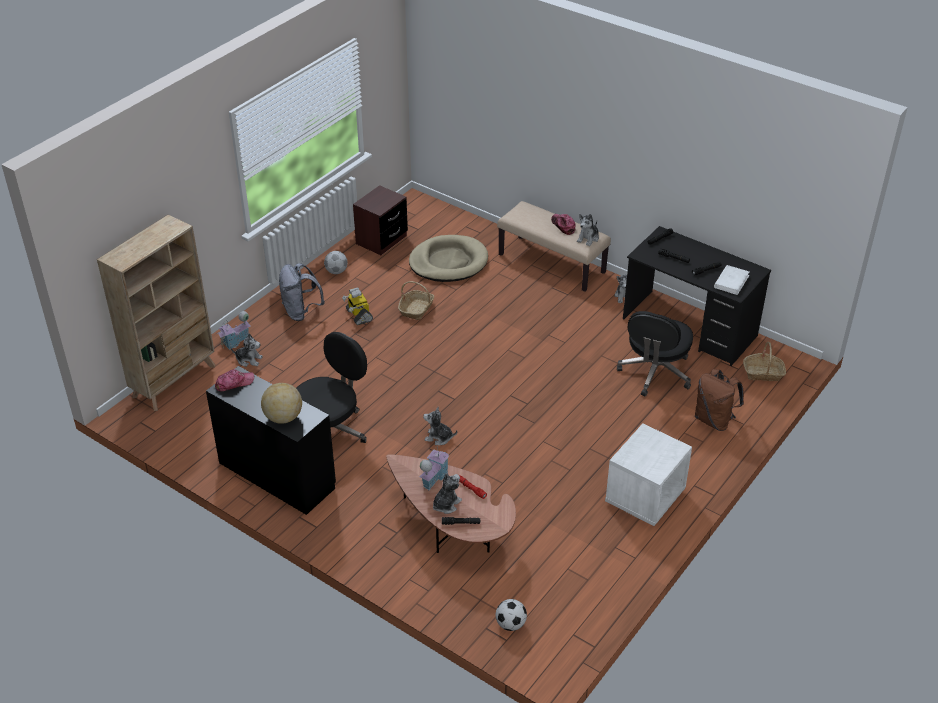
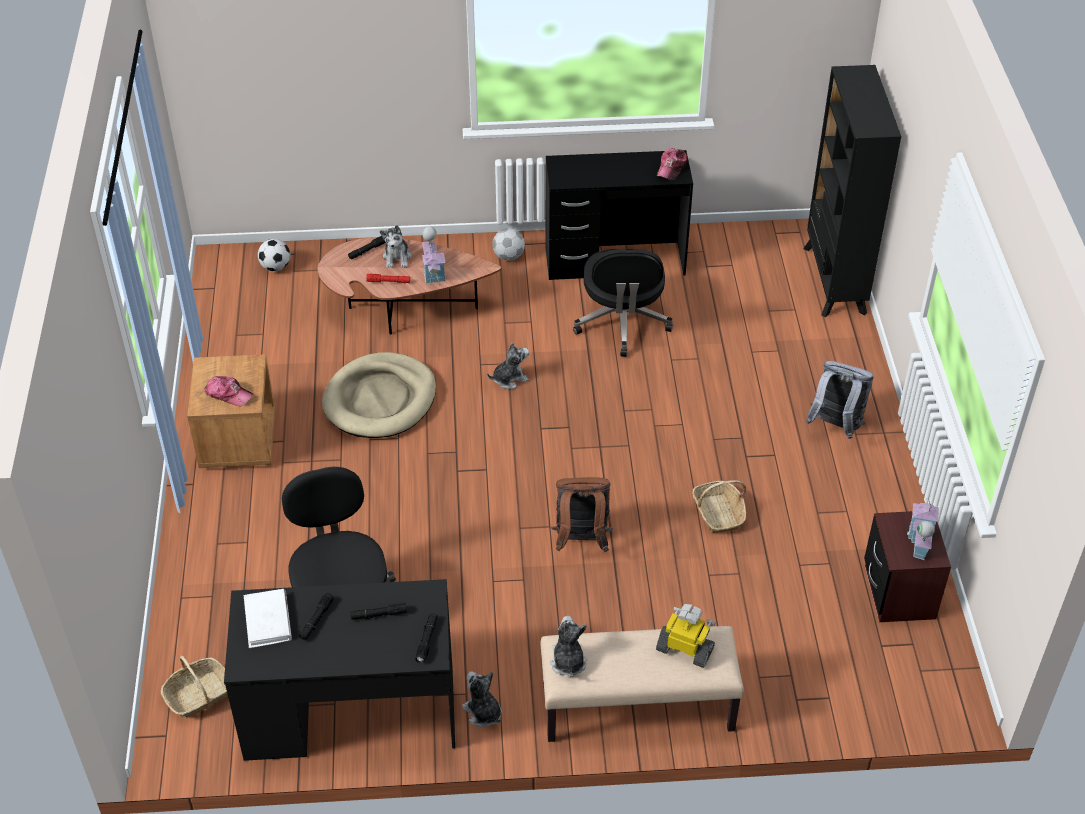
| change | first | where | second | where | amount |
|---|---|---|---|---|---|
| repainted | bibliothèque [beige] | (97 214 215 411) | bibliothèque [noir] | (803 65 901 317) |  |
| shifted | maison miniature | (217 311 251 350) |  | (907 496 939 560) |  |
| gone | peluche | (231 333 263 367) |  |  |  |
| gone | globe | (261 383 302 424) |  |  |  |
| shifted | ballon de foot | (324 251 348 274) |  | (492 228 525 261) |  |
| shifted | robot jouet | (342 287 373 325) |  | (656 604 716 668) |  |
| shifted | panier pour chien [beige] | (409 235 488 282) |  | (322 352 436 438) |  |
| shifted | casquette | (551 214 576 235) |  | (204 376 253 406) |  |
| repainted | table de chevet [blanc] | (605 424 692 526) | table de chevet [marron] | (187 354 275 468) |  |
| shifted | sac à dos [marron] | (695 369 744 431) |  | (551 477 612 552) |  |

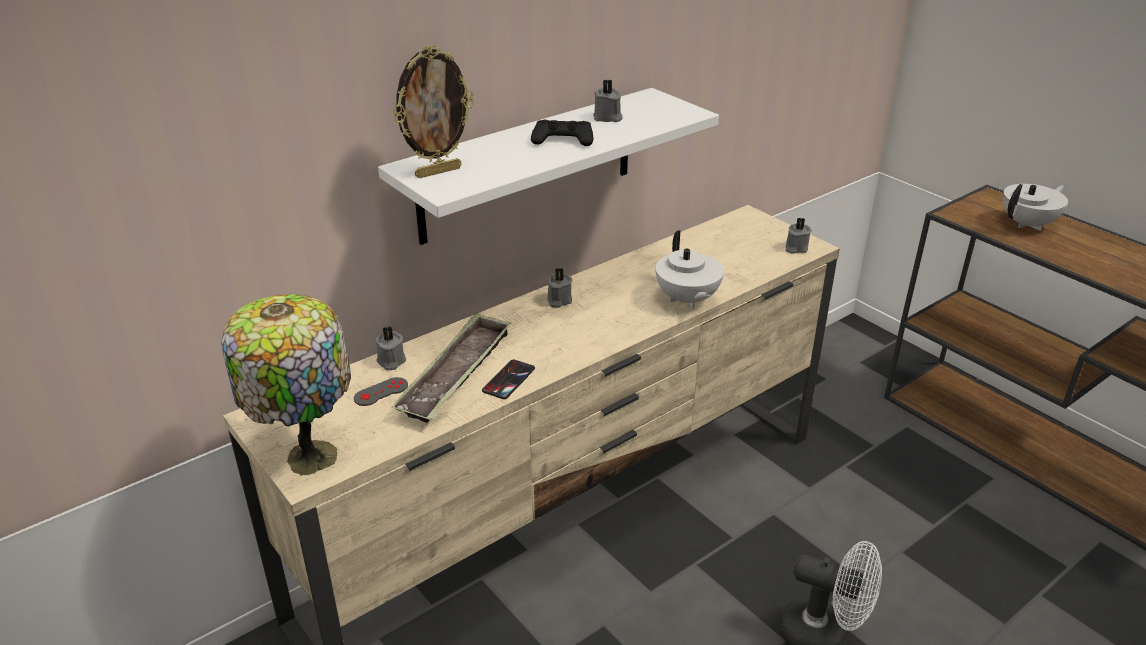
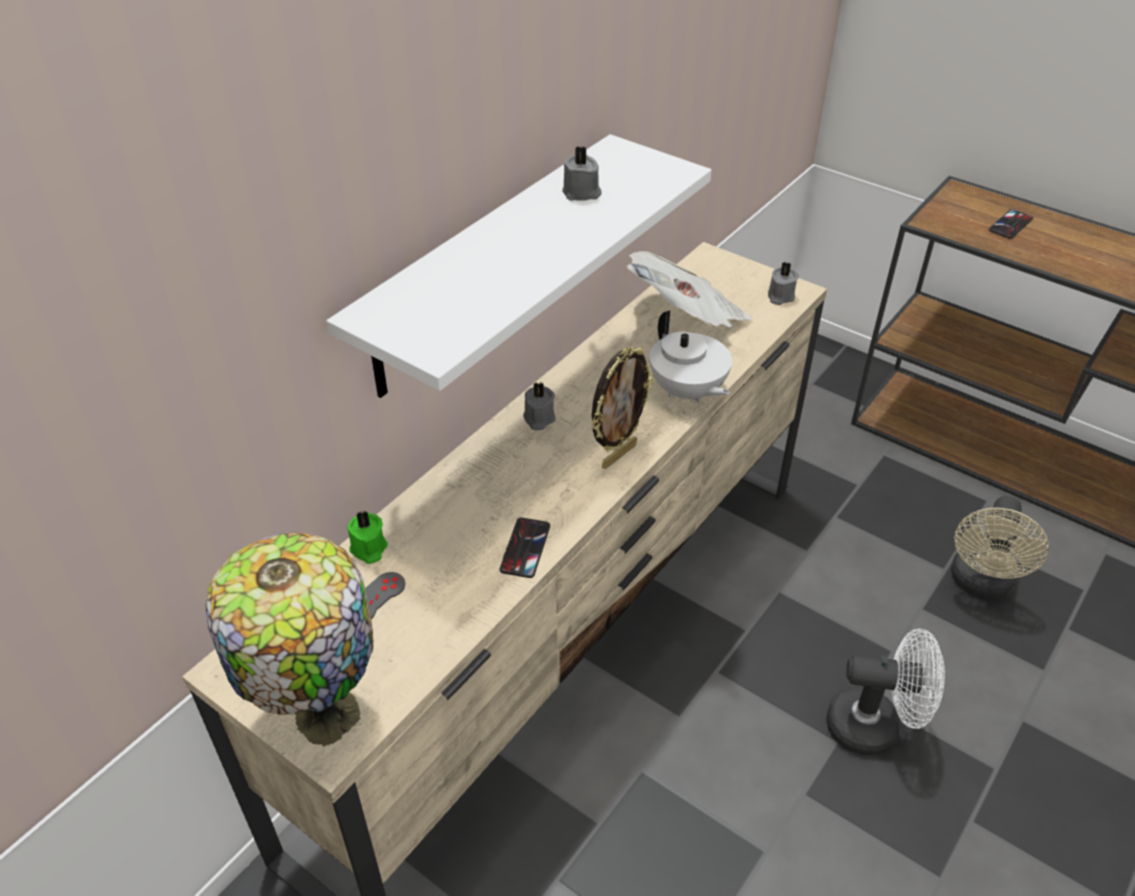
| change | first | where | second | where | amount |
|---|---|---|---|---|---|
| repainted | bougie [gris] | (376 327 406 370) | bougie [vert] | (347 510 388 564) |  |
| gone | plateau | (391 313 511 423) |  |  |  |
| shifted | cadre photo | (393 45 474 178) |  | (591 347 654 469) |  |
| gone | manette [noir] | (531 120 593 146) |  |  |  |
| swapped | théière [blanc] | (1003 184 1068 231) | téléphone | (989 209 1033 239) |  |
| new |  |  | journal | (626 251 753 327) |  |
| new |  |  | ventilateur [beige] | (951 496 1049 599) |  |

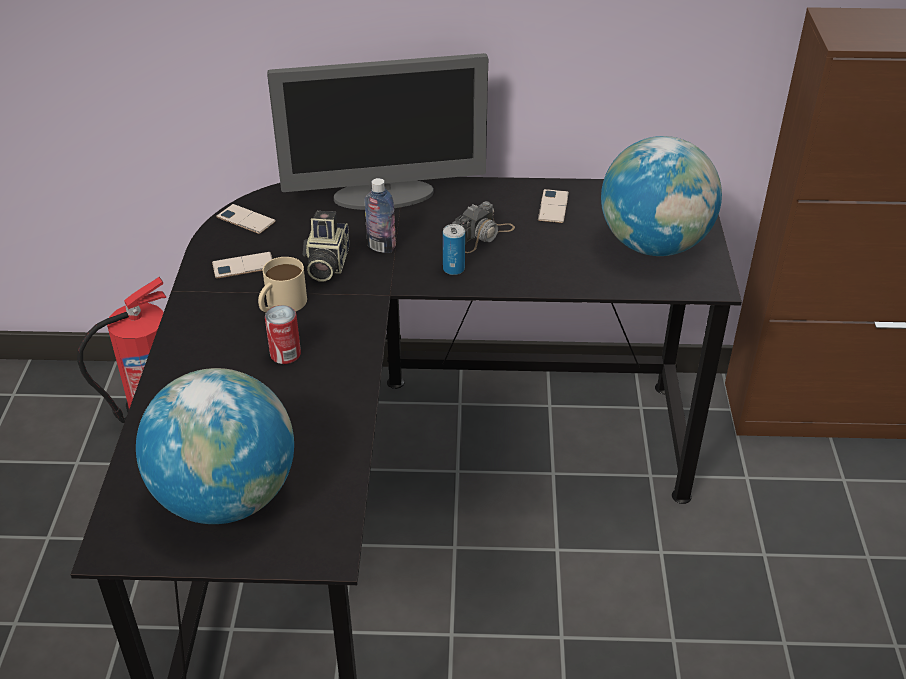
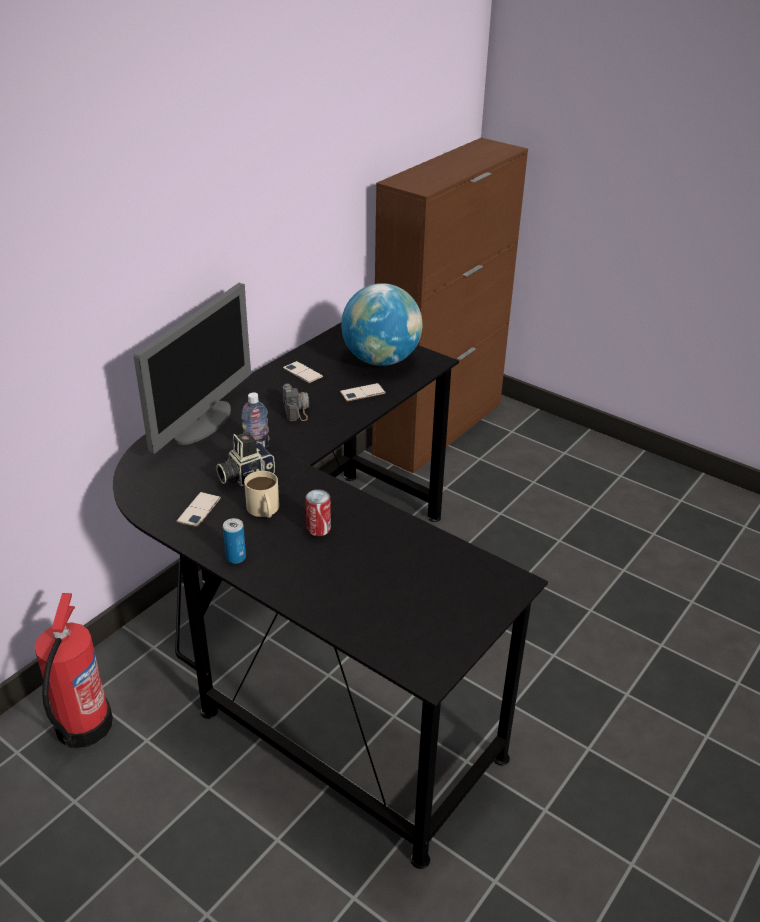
| change | first | where | second | where | amount |
|---|---|---|---|---|---|
| gone | globe | (136 368 294 524) |  |  |  |
| shifted | téléphone | (216 204 276 234) |  | (340 383 386 401) |  |
| rotated | appareil photo | (303 211 349 281) |  | (216 432 275 486) | 105 degrees clockwise |
| shifted | boîte métallique | (443 224 465 275) |  | (223 518 246 564) |  |

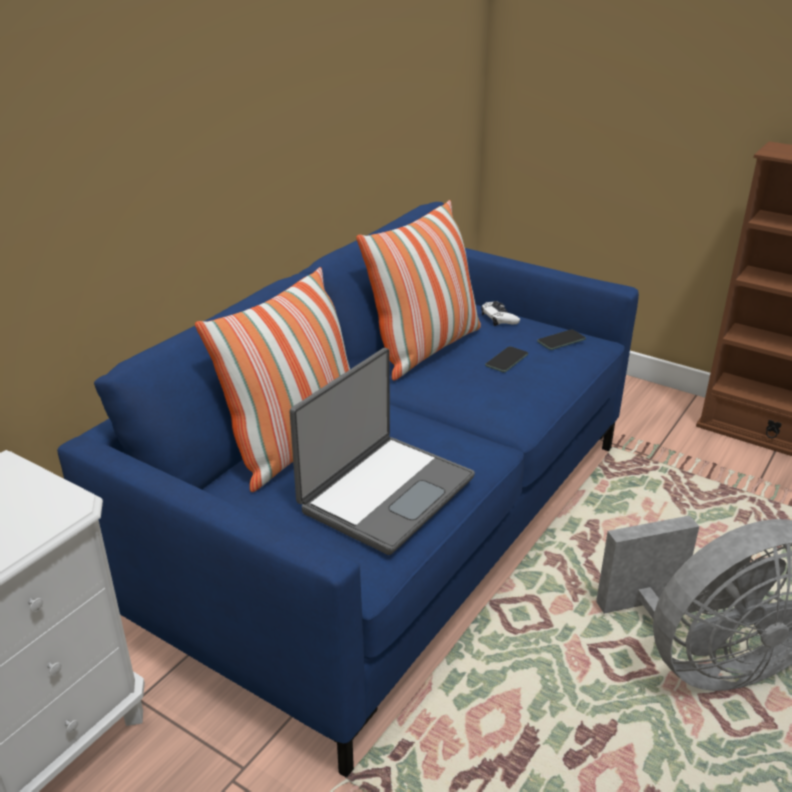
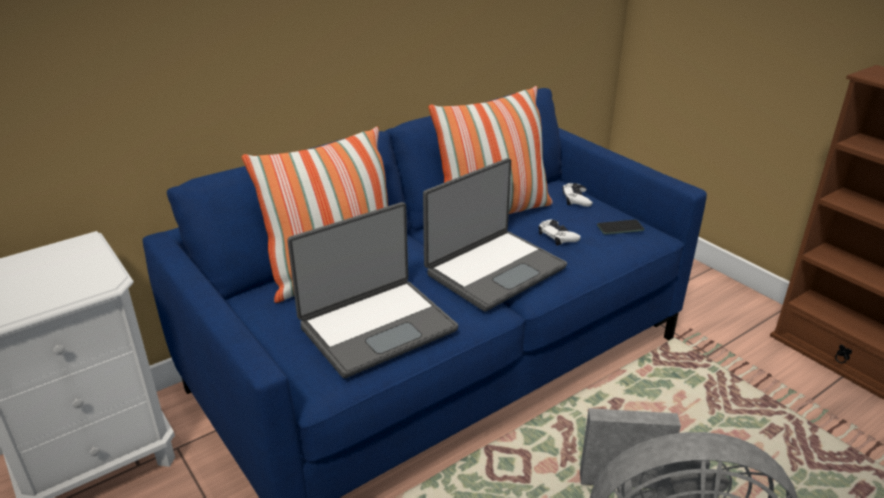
| change | first | where | second | where | amount |
|---|---|---|---|---|---|
| swapped | téléphone | (485 346 528 372) | manette [blanc] | (539 220 581 246) |  |
| new |  |  | ordinateur portable | (423 158 567 312) |  |

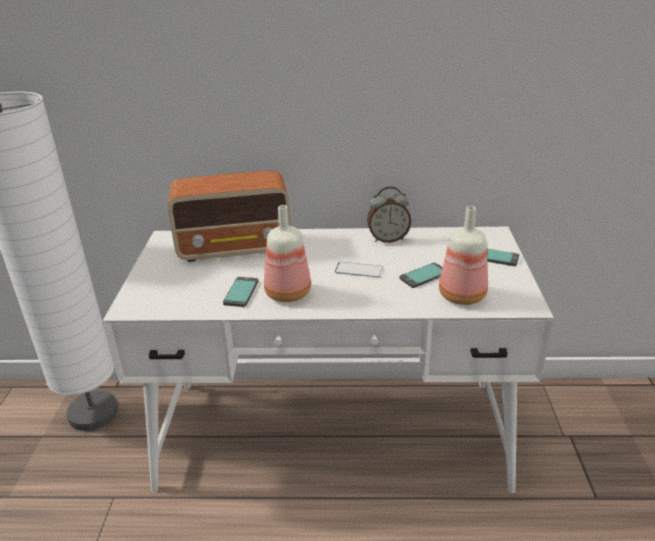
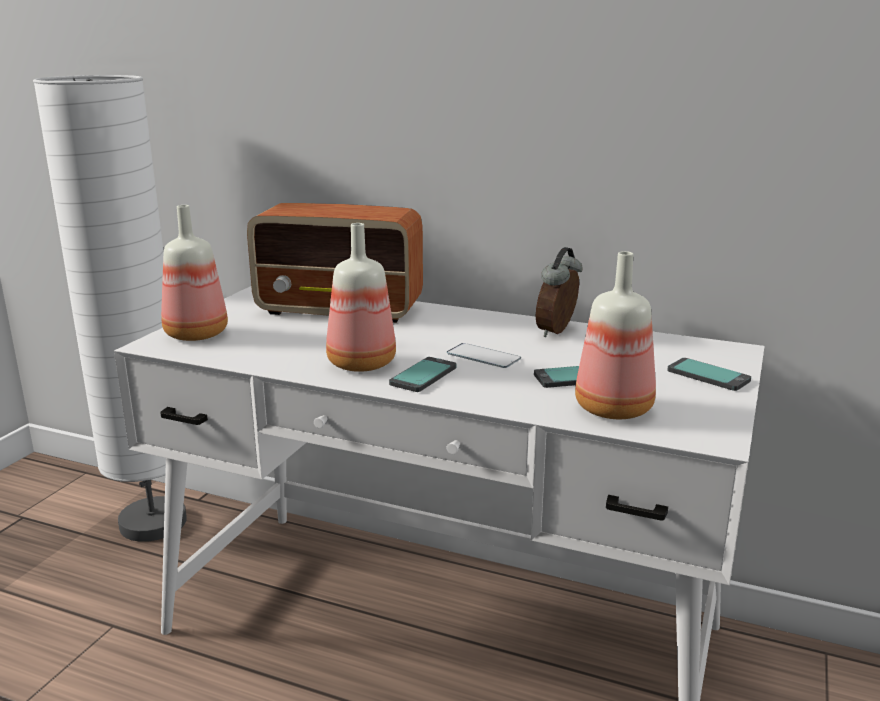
| change | first | where | second | where | amount |
|---|---|---|---|---|---|
| shifted | téléphone | (223 277 259 307) |  | (389 357 457 392) |  |
| rotated | réveil | (367 186 412 243) |  | (536 247 582 337) | 105 degrees clockwise |
| new |  |  | bouteille | (161 205 228 341) |  |

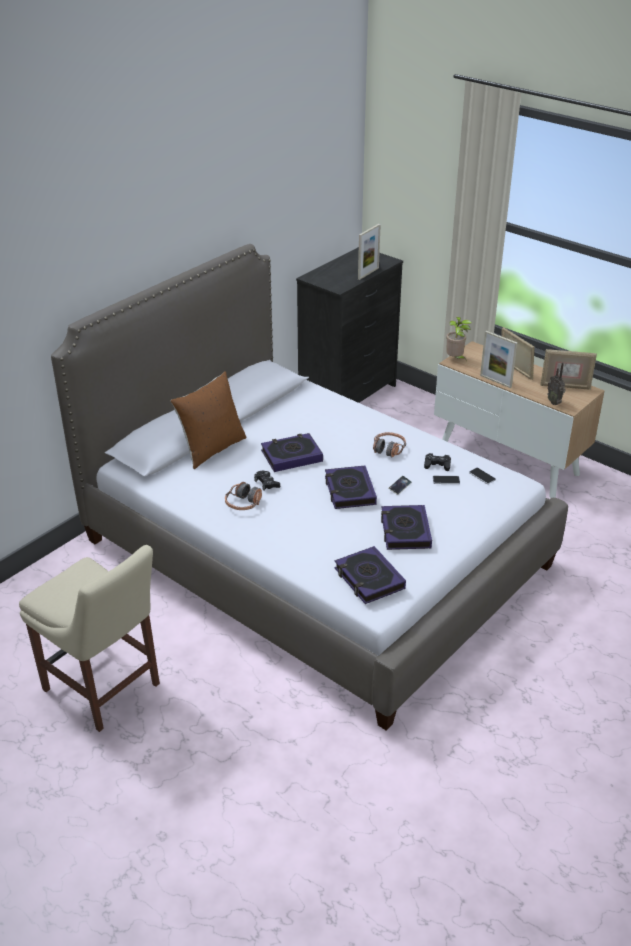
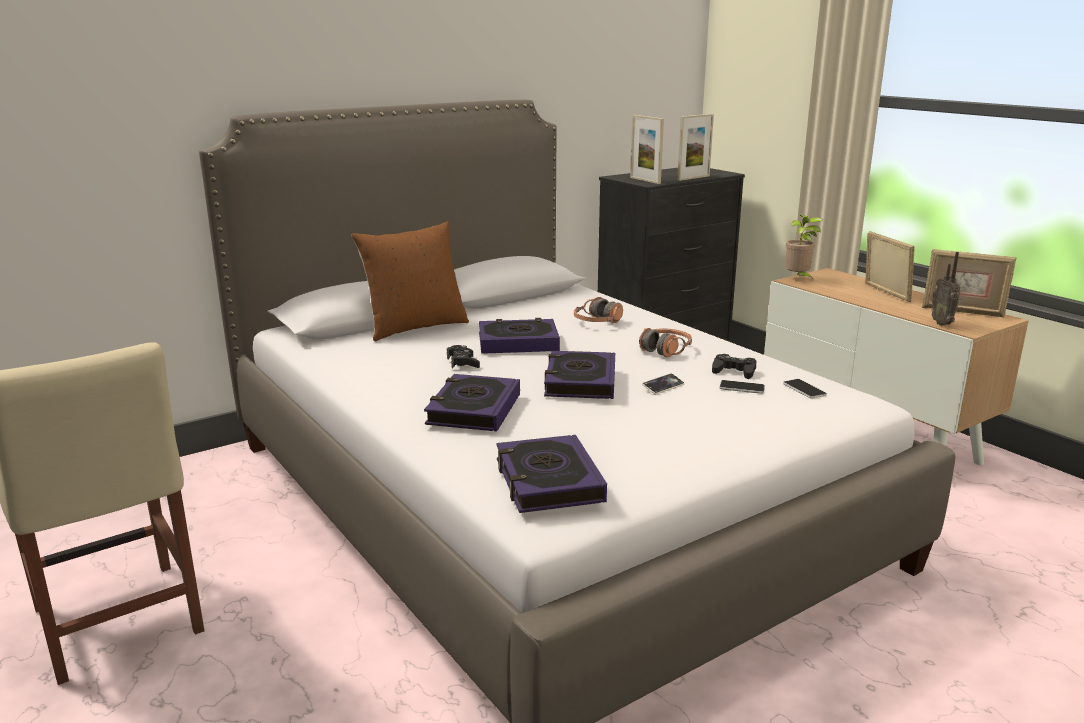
| change | first | where | second | where | amount |
|---|---|---|---|---|---|
| shifted | casque audio | (225 482 262 510) |  | (574 297 623 323) |  |
| shifted | livre | (381 505 432 550) |  | (424 374 520 431) |  |
| shifted | cadre photo | (480 331 517 388) |  | (630 115 664 184) |  |

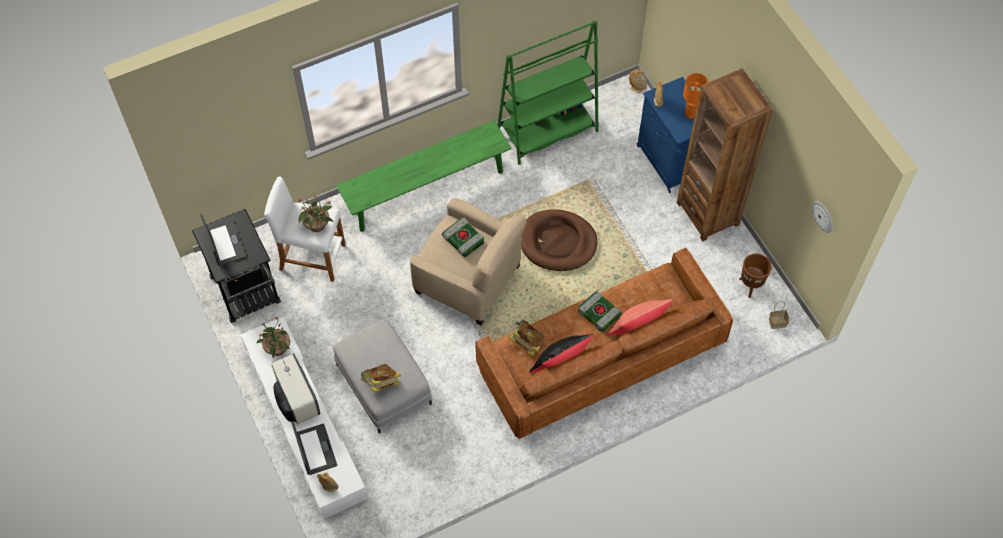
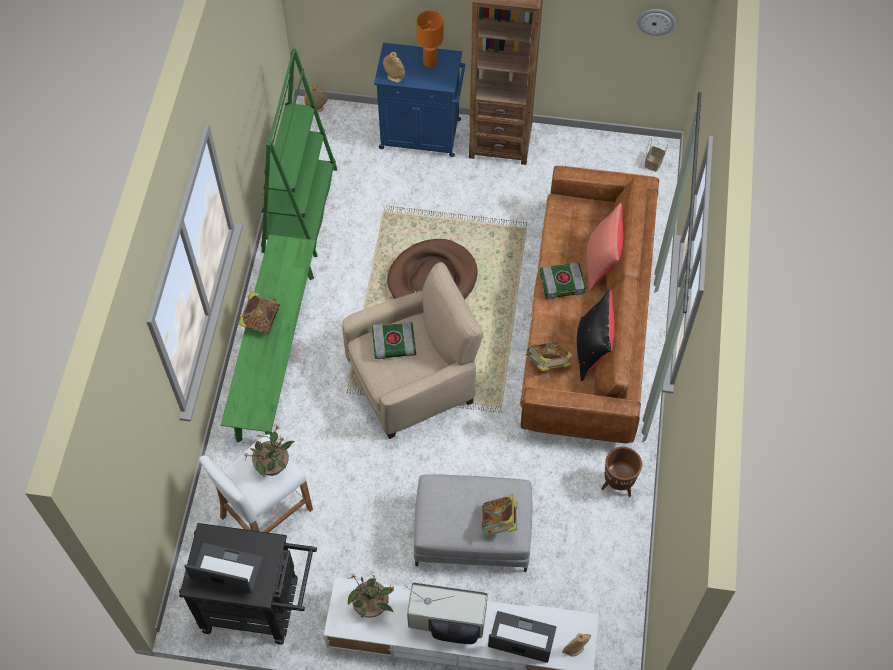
| change | first | where | second | where | amount |
|---|---|---|---|---|---|
| shifted | cache-pot [marron] | (739 253 772 298) |  | (601 447 642 497) |  |
| new |  |  | livre | (238 291 280 335) |  |

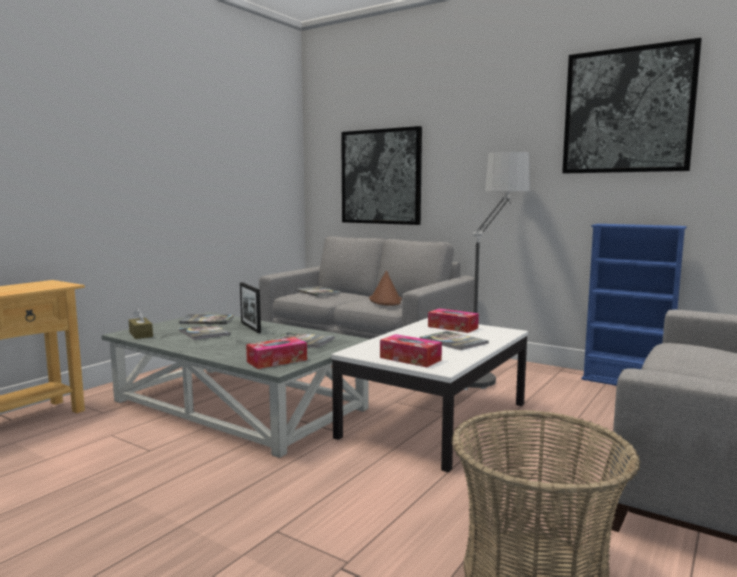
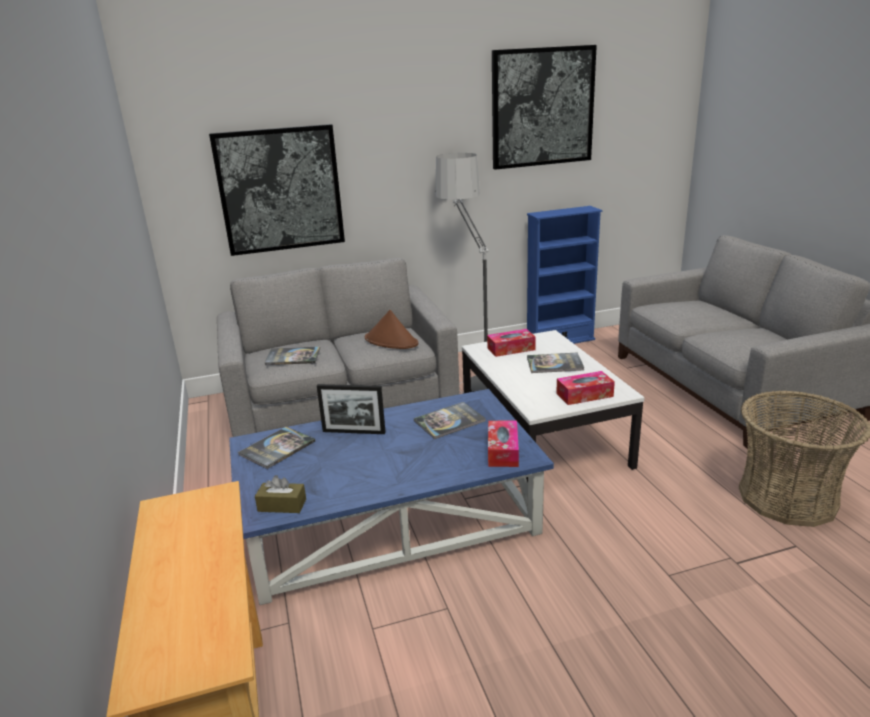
| change | first | where | second | where | amount |
|---|---|---|---|---|---|
| repainted | table basse [gris] | (102 312 370 458) | table basse [bleu] | (229 389 554 605) |  |
| gone | livre | (178 324 231 340) |  |  |  |

